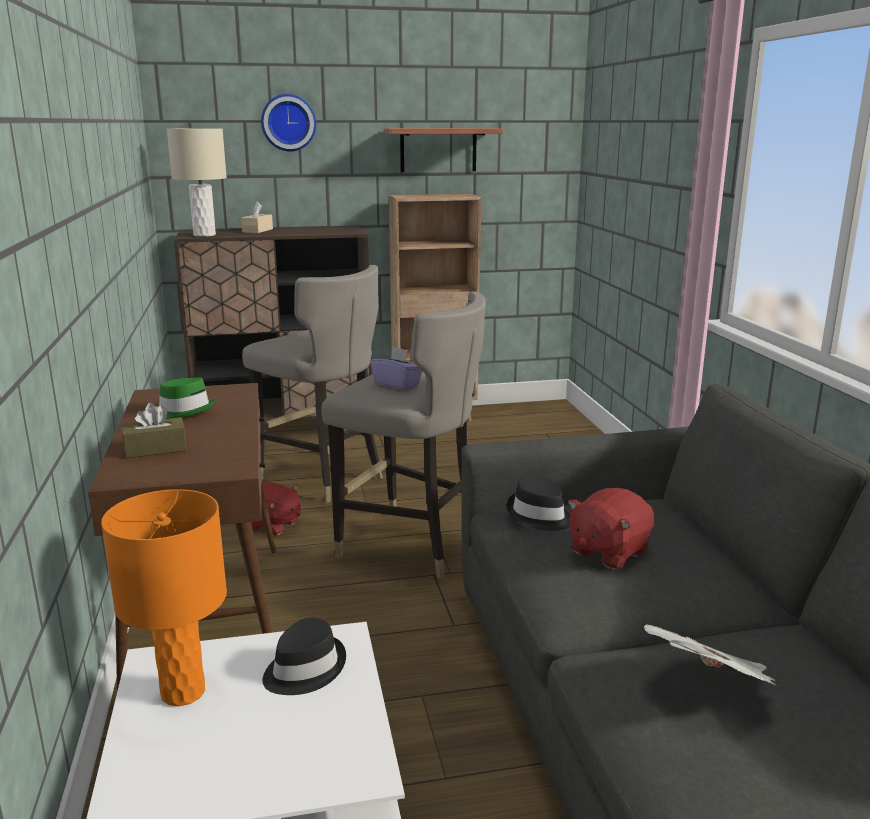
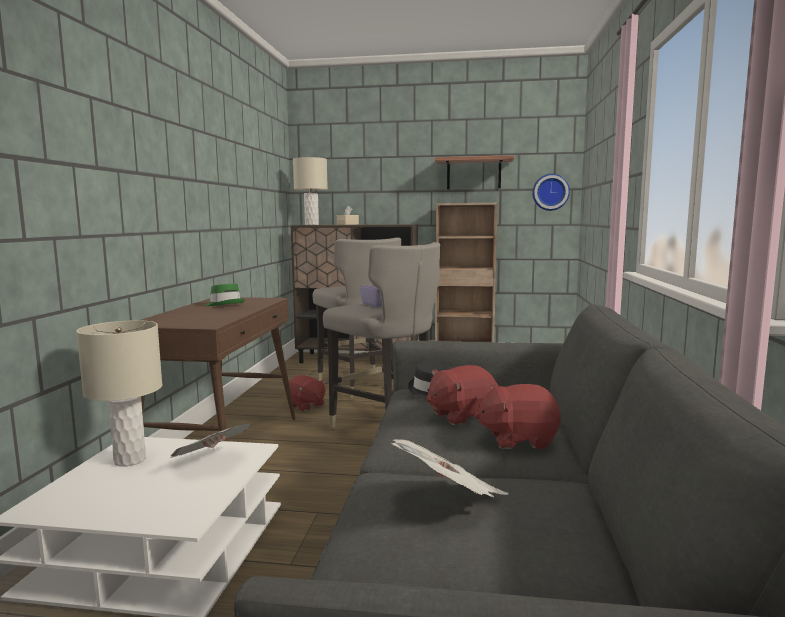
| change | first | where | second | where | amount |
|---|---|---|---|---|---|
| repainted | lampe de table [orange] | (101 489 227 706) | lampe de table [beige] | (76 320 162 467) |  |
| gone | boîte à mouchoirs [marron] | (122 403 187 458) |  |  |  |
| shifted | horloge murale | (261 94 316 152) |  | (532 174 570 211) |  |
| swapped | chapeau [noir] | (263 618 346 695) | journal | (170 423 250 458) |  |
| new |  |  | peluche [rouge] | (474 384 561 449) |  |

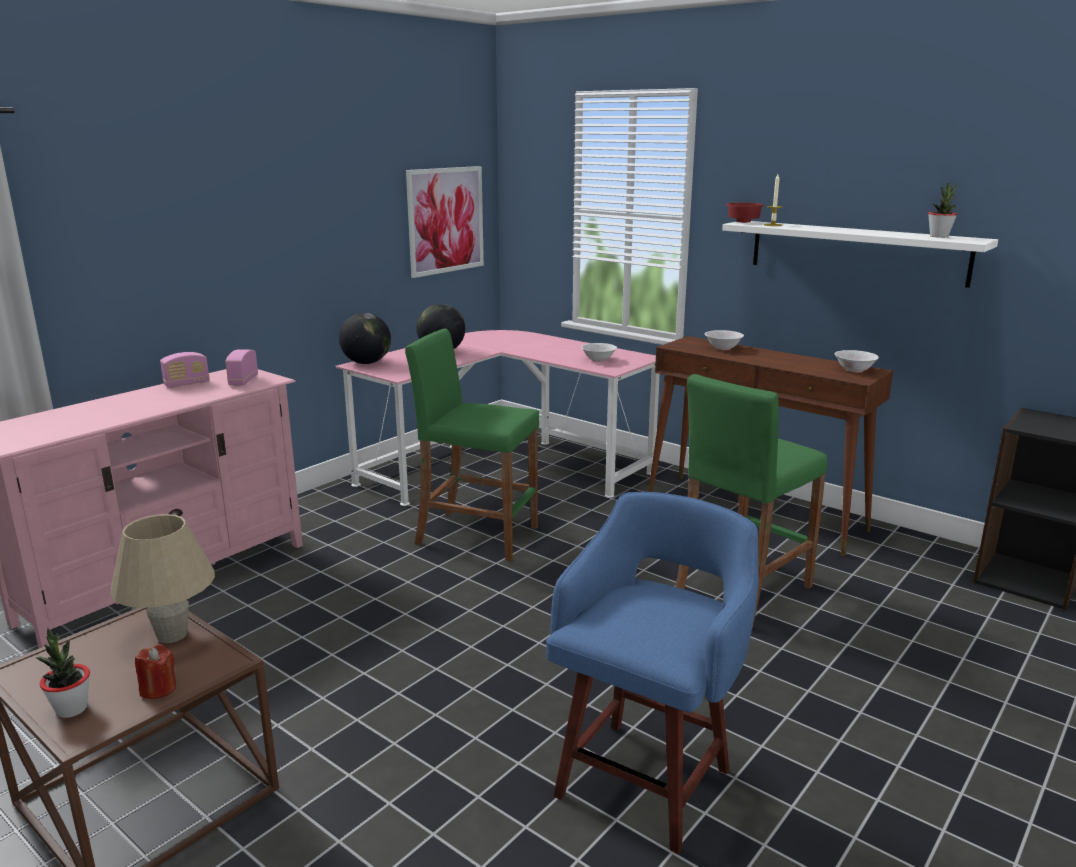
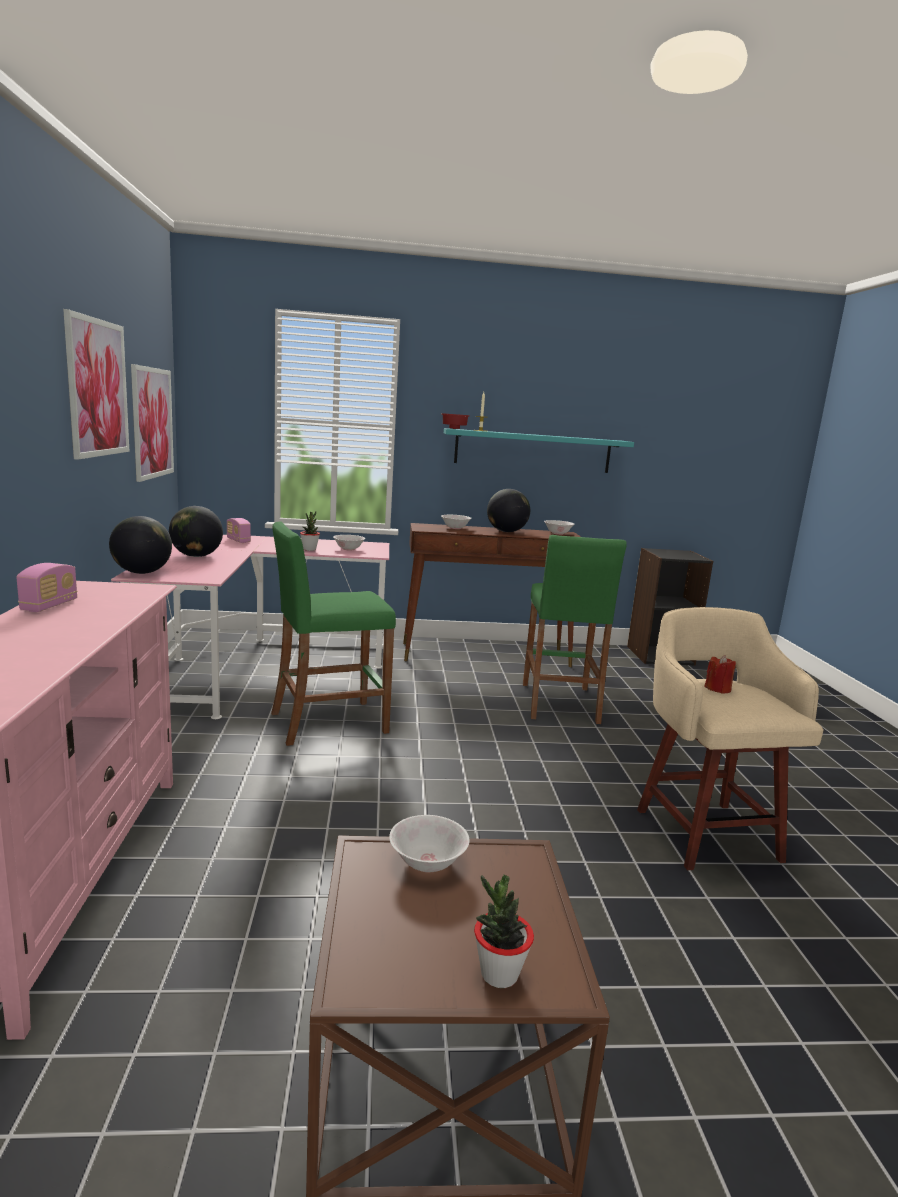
| change | first | where | second | where | amount |
|---|---|---|---|---|---|
| swapped | lampe de table [beige] | (110 514 215 643) | bol [blanc] | (389 815 470 872) |  |
| shifted | bougie [rouge] | (135 644 176 699) |  | (704 655 736 694) |  |
| shifted | radio | (225 350 258 386) |  | (227 518 251 543) |  |
| repainted | tabouret [bleu] | (546 492 759 854) | tabouret [beige] | (637 607 824 870) |  |
| repainted | étagère [blanc] | (722 221 998 288) | étagère [turquoise] | (444 428 634 473) |  |
| shifted | plante en pot | (928 183 957 238) |  | (300 511 320 551) |  |
| new |  |  | tableau | (63 309 129 460) |  |
| new |  |  | globe | (487 489 530 532) |  |

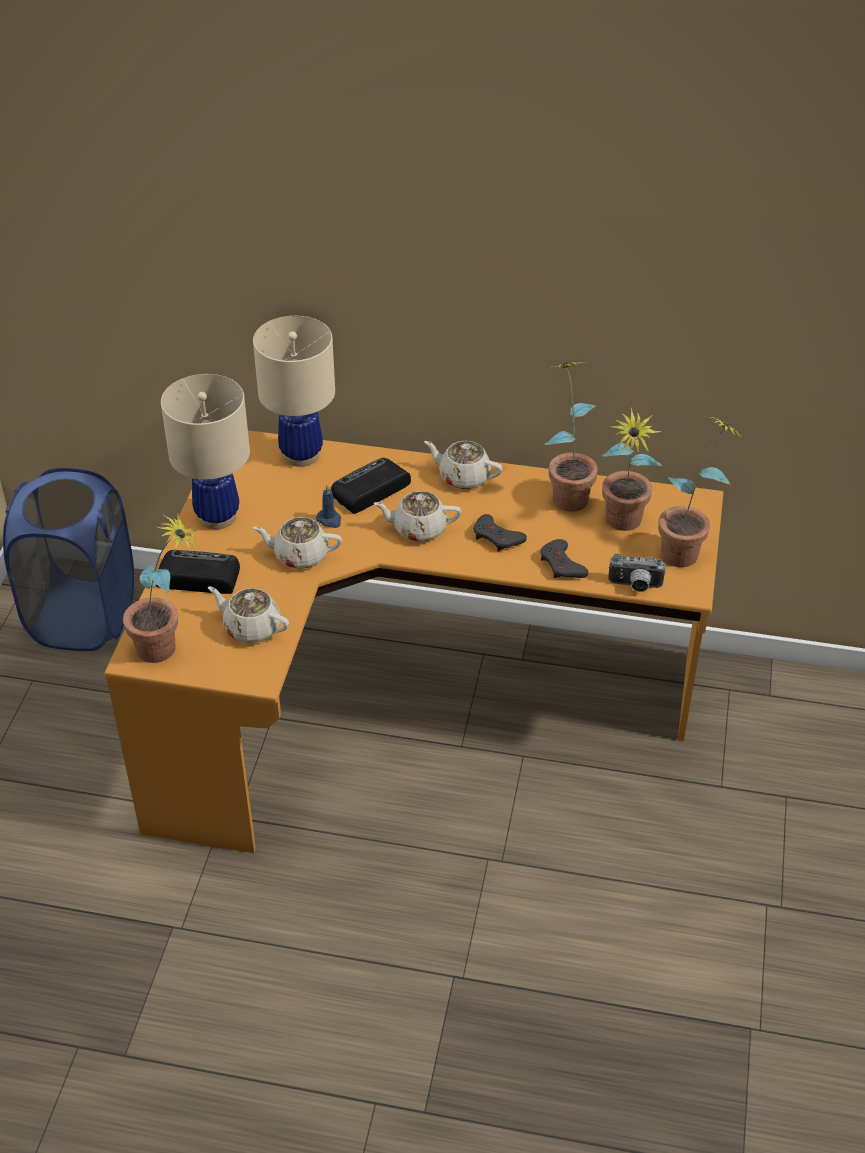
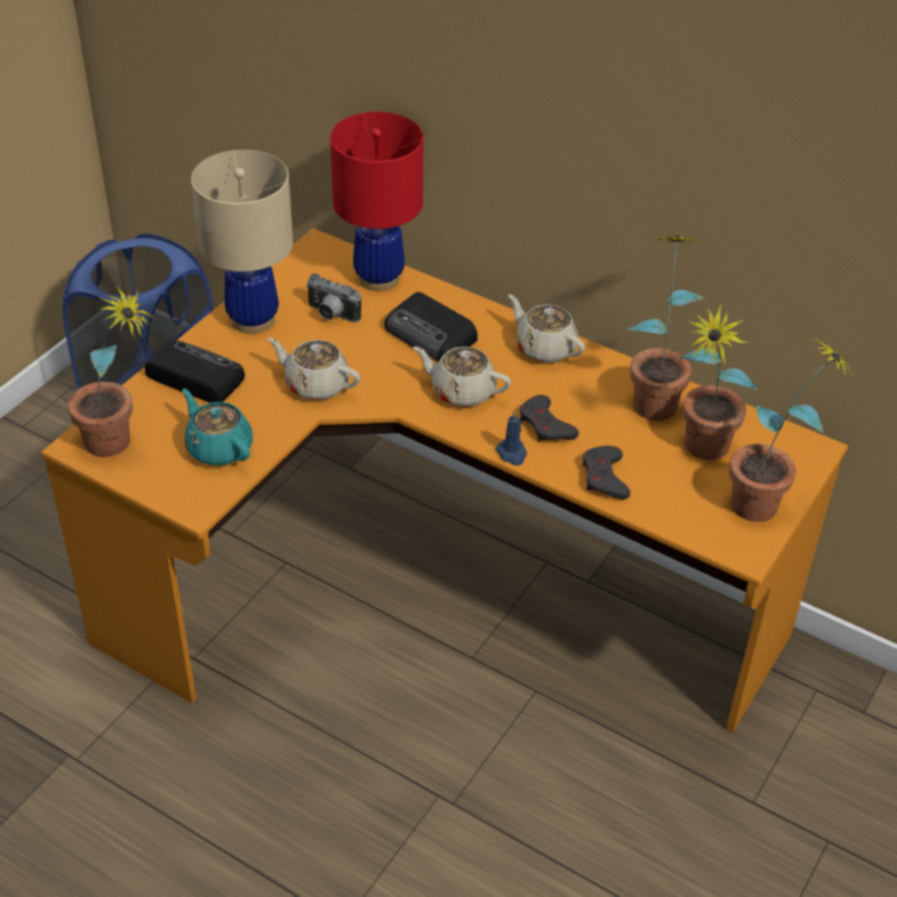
| change | first | where | second | where | amount |
|---|---|---|---|---|---|
| repainted | théière [beige] | (208 586 289 643) | théière [turquoise] | (182 388 253 466) |  |
| repainted | lampe de table [beige] | (253 316 335 467) | lampe de table [rouge] | (330 112 424 291) |  |
| shifted | bougie [bleu] | (316 485 341 528) |  | (496 410 527 466) |  |
| rotated | radio | (331 458 411 514) |  | (384 292 478 361) | 120 degrees counterclockwise |
| shifted | appareil photo | (608 554 666 592) |  | (306 273 361 322) |  |

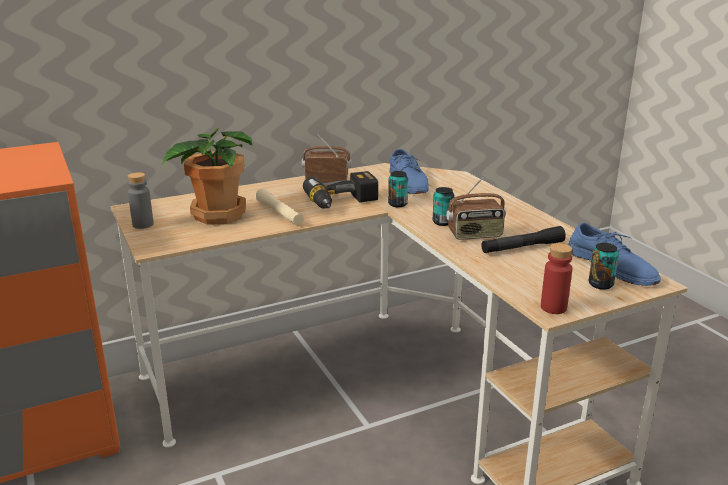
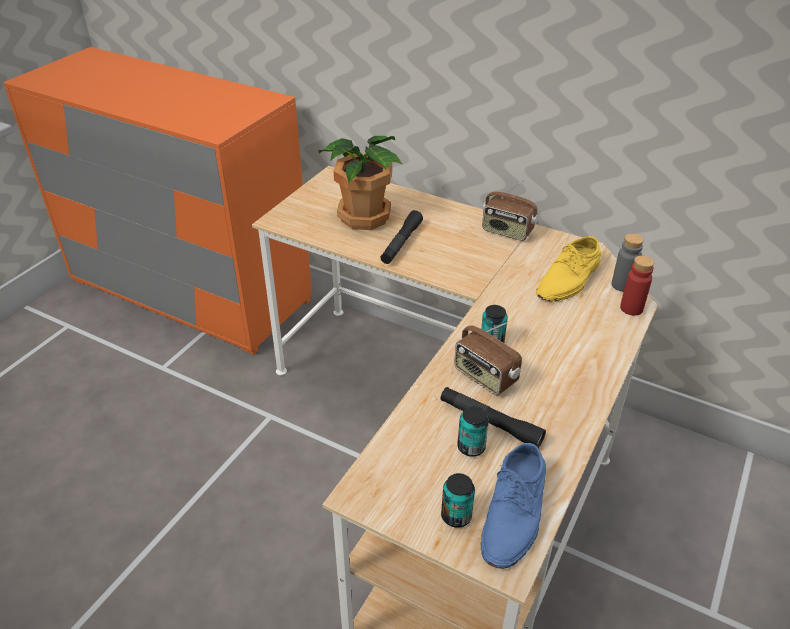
| change | first | where | second | where | amount |
|---|---|---|---|---|---|
| shifted | bouteille [gris] | (128 172 154 229) |  | (611 234 644 292) |  |
| repainted | lampe de poche [beige] | (255 188 303 225) | lampe de poche [noir] | (380 210 423 264) |  |
| rotated | radio | (302 134 351 183) |  | (482 180 538 241) | 150 degrees clockwise |
| gone | perceuse | (303 171 378 209) |  |  |  |
| shifted | boîte métallique | (388 171 408 207) |  | (457 406 489 457) |  |
| repainted | chaussure [bleu] | (389 149 429 194) | chaussure [jaune] | (536 236 602 302) |  |
| shifted | bouteille [rouge] | (541 243 572 314) |  | (620 256 654 316) |  |

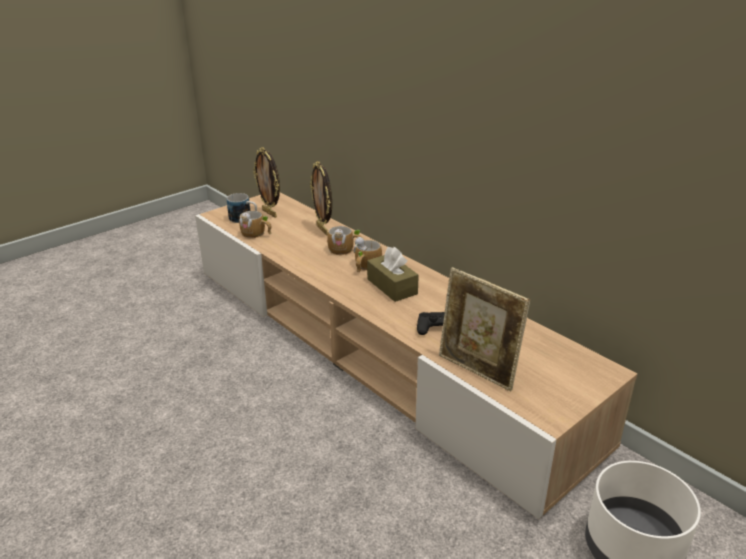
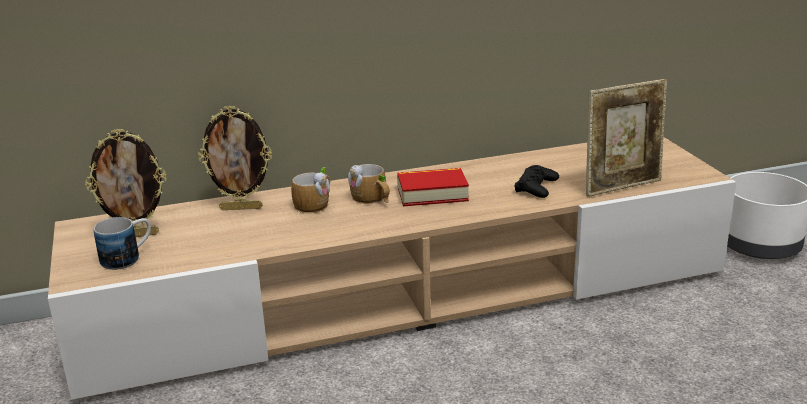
| change | first | where | second | where | amount |
|---|---|---|---|---|---|
| gone | mug | (239 211 272 238) |  |  |  |
| swapped | boîte à mouchoirs [marron] | (367 247 419 302) | livre | (397 168 469 206) |  |

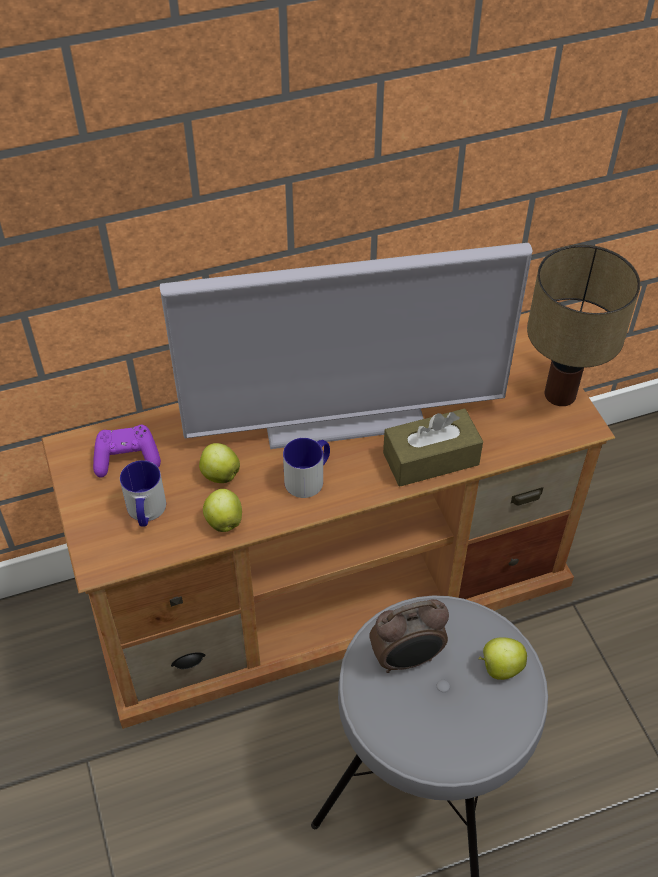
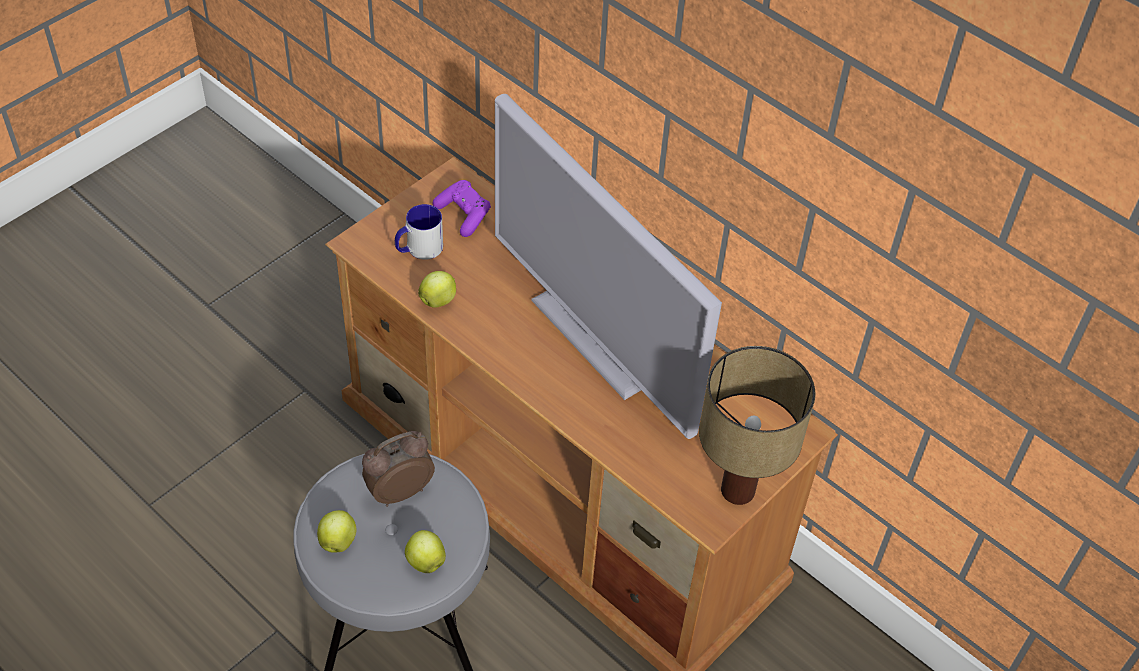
| change | first | where | second | where | amount |
|---|---|---|---|---|---|
| shifted | pomme | (199 443 240 483) |  | (317 510 357 553) |  |
| gone | mug | (283 438 330 498) |  |  |  |
| rotated | réveil | (369 599 449 673) |  | (362 431 435 507) | 105 degrees clockwise |
| gone | boîte à mouchoirs [marron] | (383 408 483 486) |  |  |  |

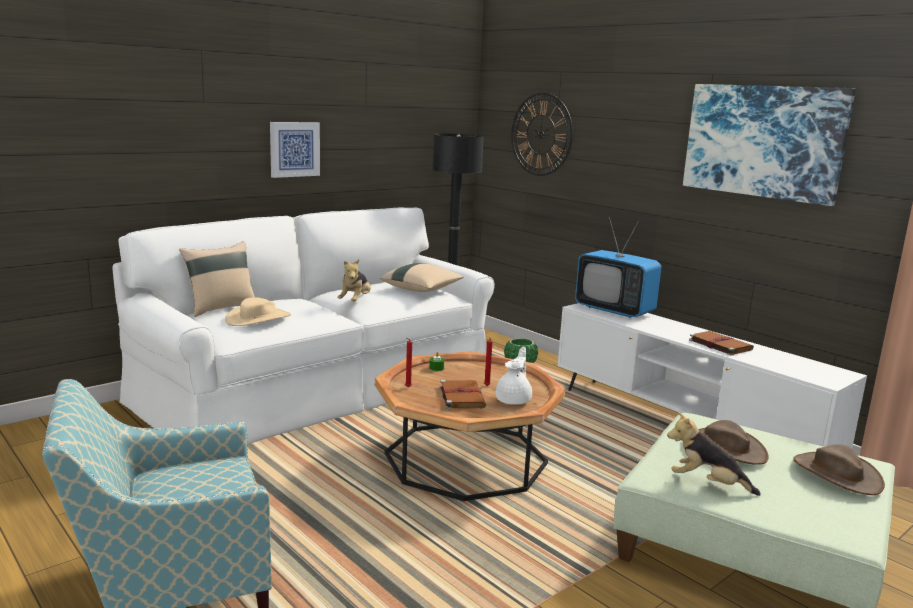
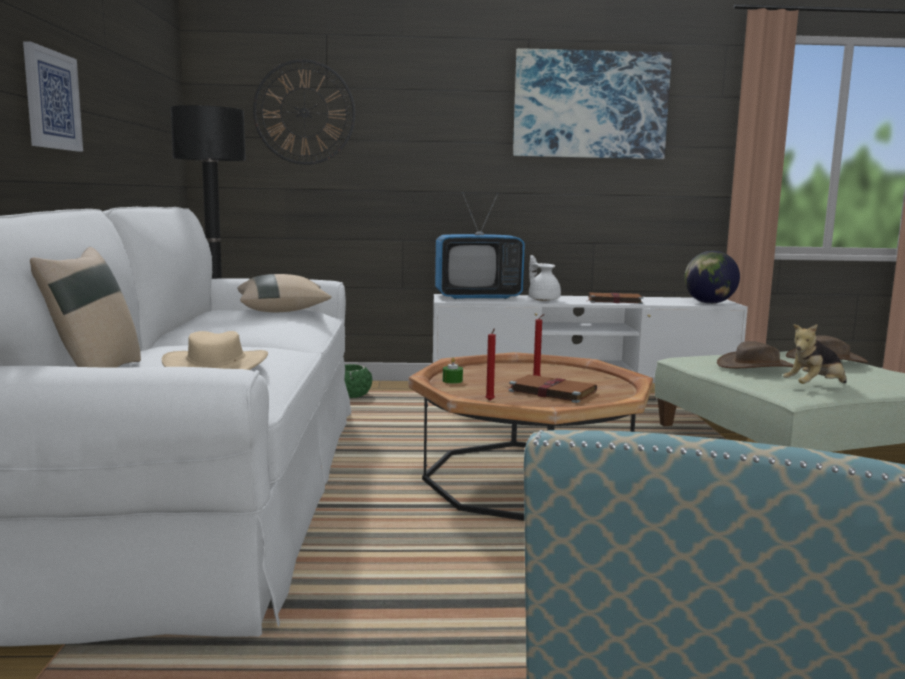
| change | first | where | second | where | amount |
|---|---|---|---|---|---|
| gone | peluche | (338 259 371 302) |  |  |  |
| shifted | théière [blanc] | (496 346 532 405) |  | (529 255 561 301) |  |
| new |  |  | globe | (684 251 740 304) |  |

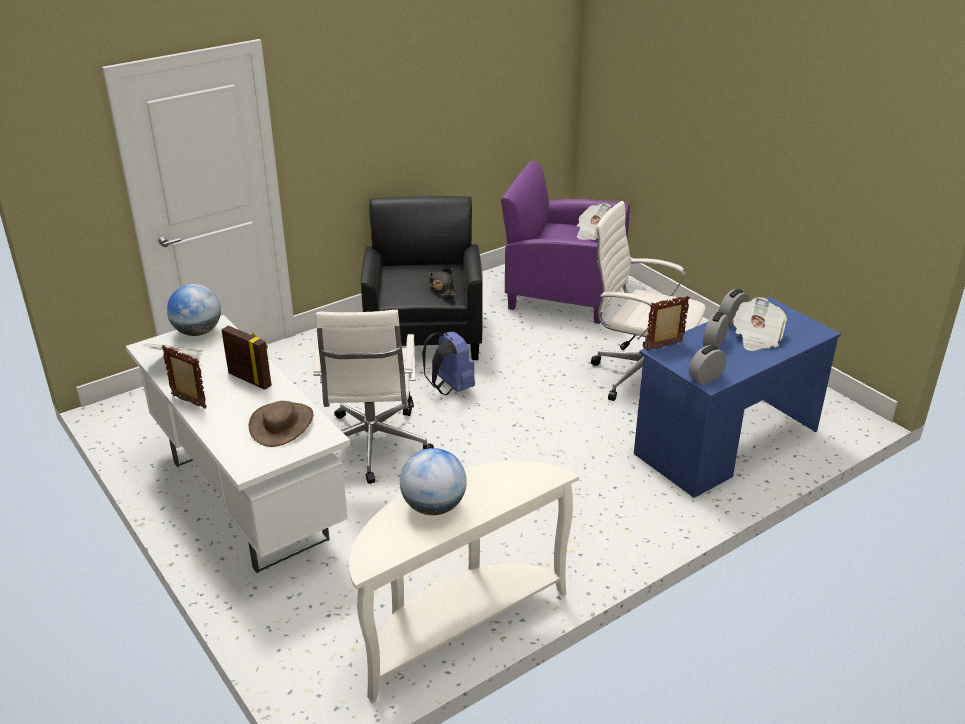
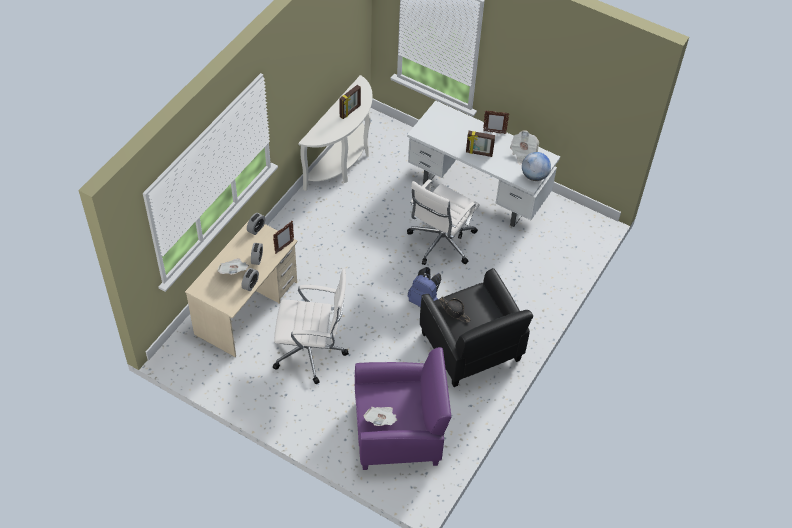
| change | first | where | second | where | amount |
|---|---|---|---|---|---|
| gone | chapeau [marron] | (249 401 313 447) |  |  |  |
| rotated | chaise de bureau [blanc] | (313 310 434 484) |  | (407 179 480 265) | 120 degrees counterclockwise |
| swapped | globe | (400 448 467 515) | cadre photo | (339 85 361 119) |  |
| repainted | bureau [bleu] | (634 296 841 498) | bureau [beige] | (185 220 298 357) |  |

